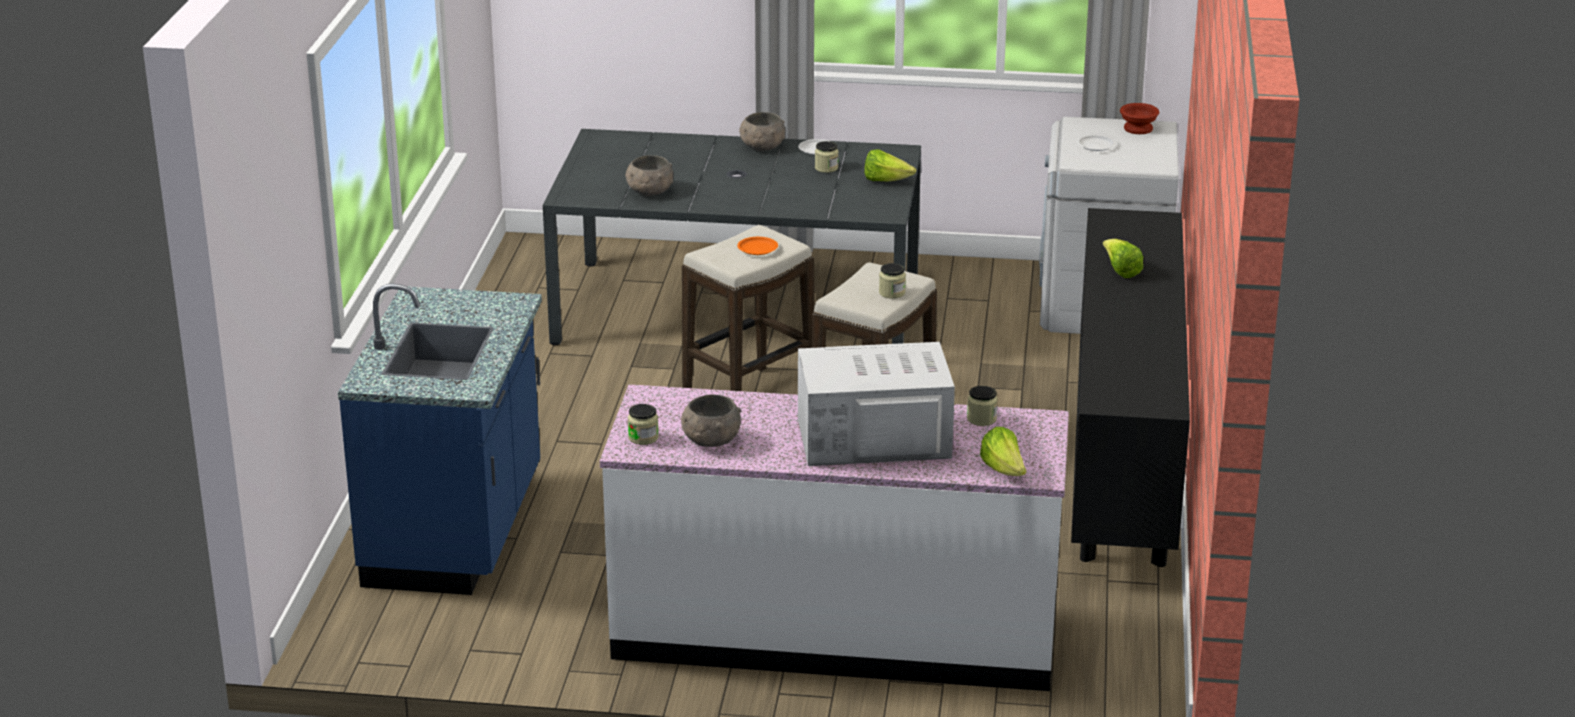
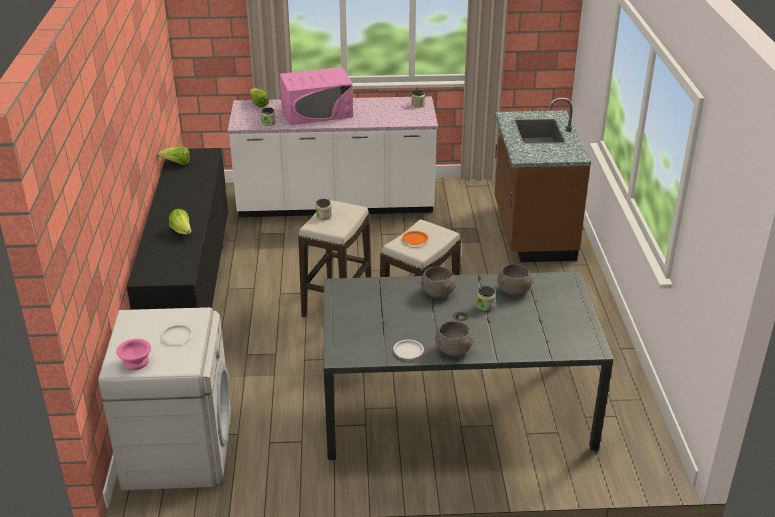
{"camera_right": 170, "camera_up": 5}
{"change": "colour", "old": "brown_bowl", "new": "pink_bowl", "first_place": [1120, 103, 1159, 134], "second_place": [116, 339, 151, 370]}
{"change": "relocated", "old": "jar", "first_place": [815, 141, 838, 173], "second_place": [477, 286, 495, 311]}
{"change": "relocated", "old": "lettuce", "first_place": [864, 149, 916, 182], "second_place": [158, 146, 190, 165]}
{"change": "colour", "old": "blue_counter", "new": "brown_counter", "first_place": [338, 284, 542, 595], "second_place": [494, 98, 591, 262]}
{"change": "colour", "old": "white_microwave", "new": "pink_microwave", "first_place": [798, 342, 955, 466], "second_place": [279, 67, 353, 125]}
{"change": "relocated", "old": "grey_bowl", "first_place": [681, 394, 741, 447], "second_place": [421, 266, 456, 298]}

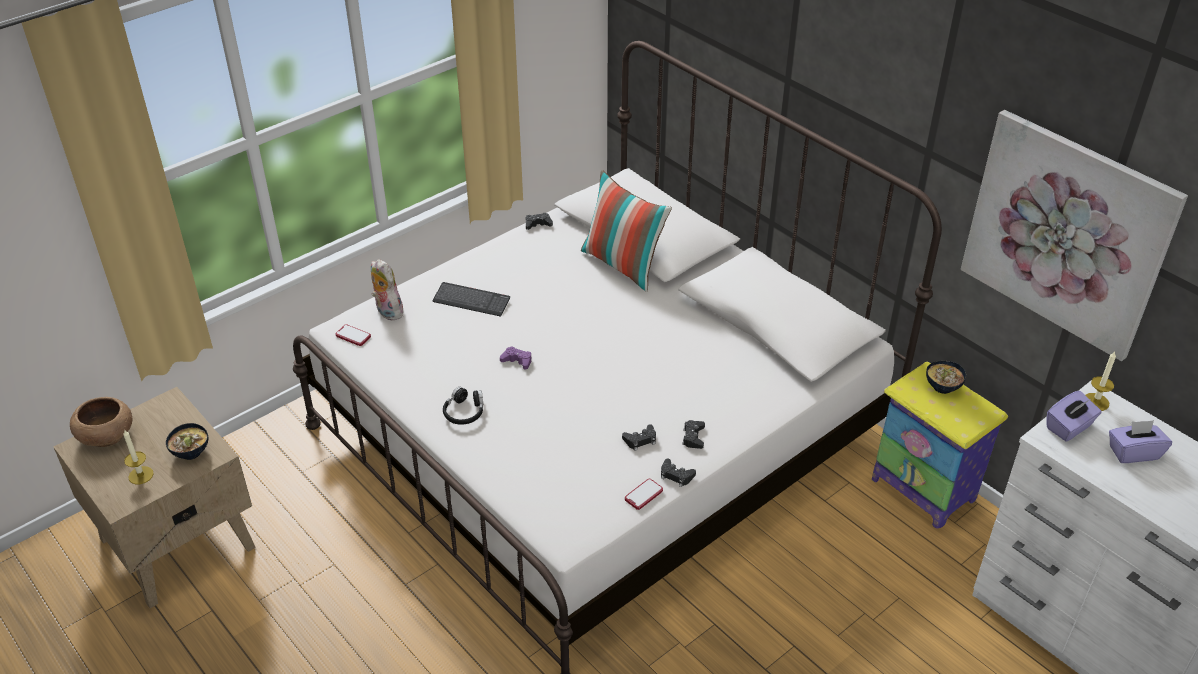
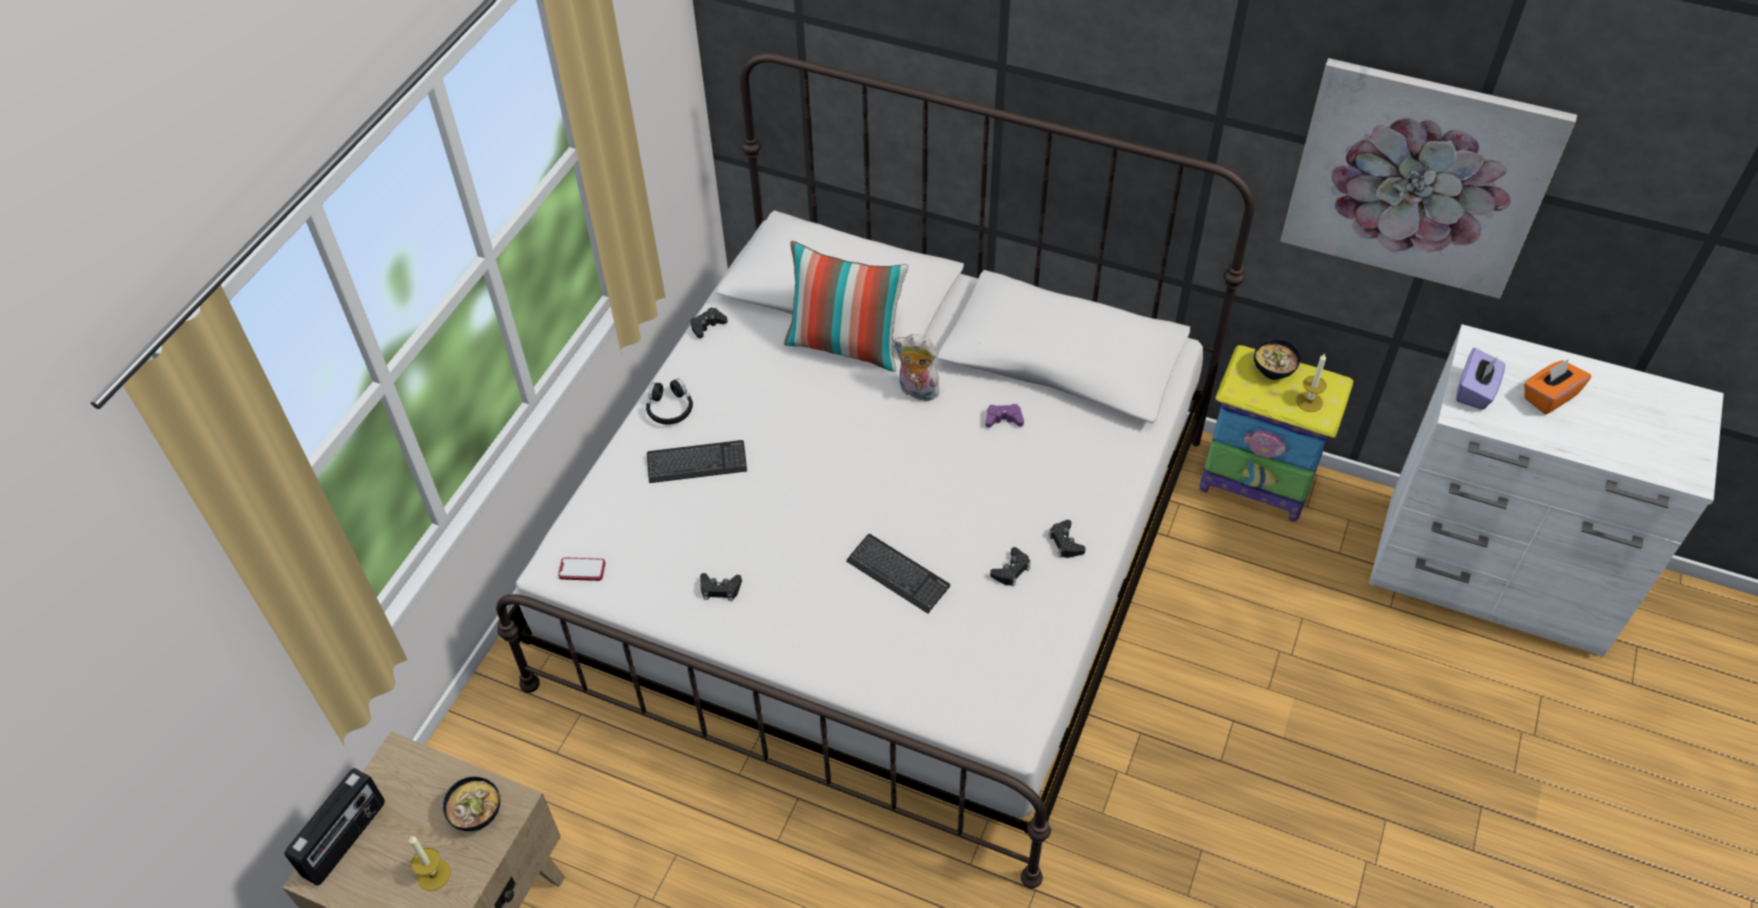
{"camera_right": -25, "camera_up": 10}
{"change": "relocated", "old": "plush_toy", "first_place": [371, 259, 403, 320], "second_place": [893, 334, 944, 401]}
{"change": "relocated", "old": "purple_game_controller", "first_place": [500, 346, 531, 369], "second_place": [985, 404, 1024, 428]}
{"change": "relocated", "old": "candle", "first_place": [1085, 352, 1116, 411], "second_place": [1296, 353, 1327, 412]}
{"change": "relocated", "old": "black_headphones", "first_place": [443, 386, 483, 425], "second_place": [646, 378, 693, 424]}
{"change": "exchanged", "old": "brown_bowl", "new": "radio", "first_place": [70, 397, 132, 447], "second_place": [285, 768, 385, 886]}
{"change": "colour", "old": "purple_tissue_box", "new": "orange_tissue_box", "first_place": [1109, 420, 1172, 463], "second_place": [1524, 359, 1591, 414]}
{"change": "relocated", "old": "black_game_controller", "first_place": [661, 458, 696, 487], "second_place": [700, 573, 742, 601]}
{"change": "missing", "old": "phone", "first_place": [625, 479, 663, 510]}
{"change": "appeared", "new": "keyboard", "second_place": [846, 534, 950, 614]}

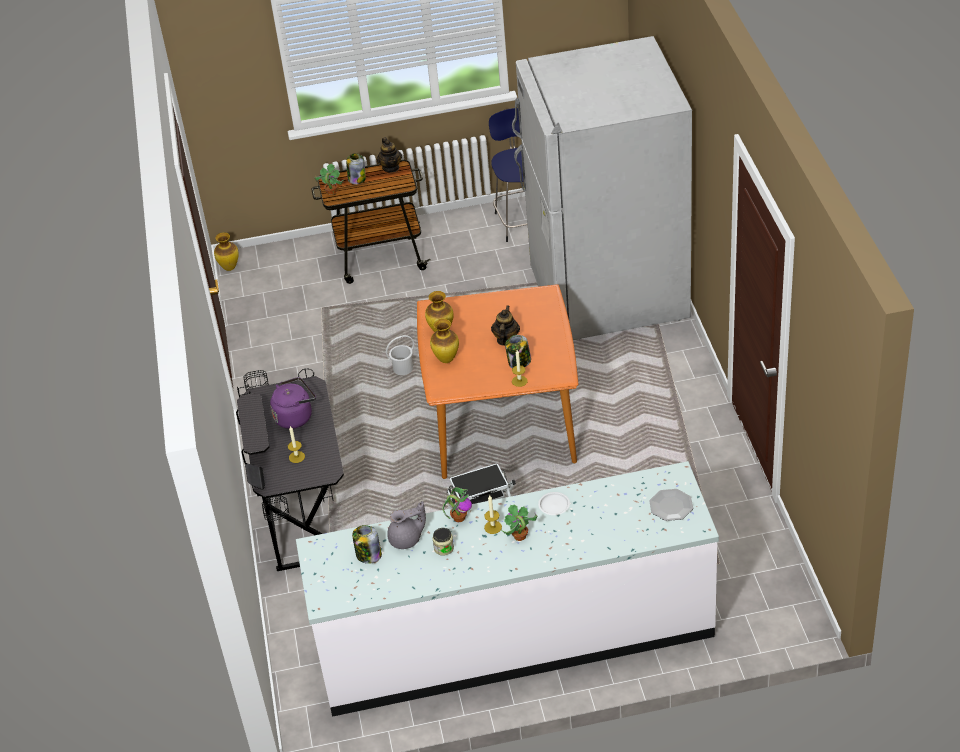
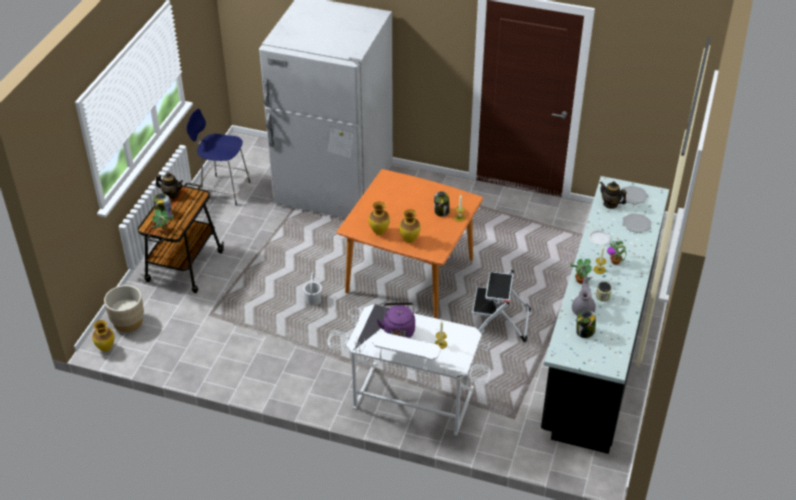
{"camera_right": -65, "camera_up": 0}
{"change": "relocated", "old": "teapot", "first_place": [491, 306, 520, 346], "second_place": [600, 181, 626, 209]}
{"change": "colour", "old": "black_desk", "new": "white_desk", "first_place": [236, 368, 344, 571], "second_place": [327, 304, 491, 436]}
{"change": "colour", "old": "white_counter", "new": "black_counter", "first_place": [296, 461, 719, 717], "second_place": [541, 176, 669, 454]}
{"change": "appeared", "new": "plate", "second_place": [623, 213, 651, 233]}
{"change": "appeared", "new": "beige_planter", "second_place": [104, 285, 144, 332]}

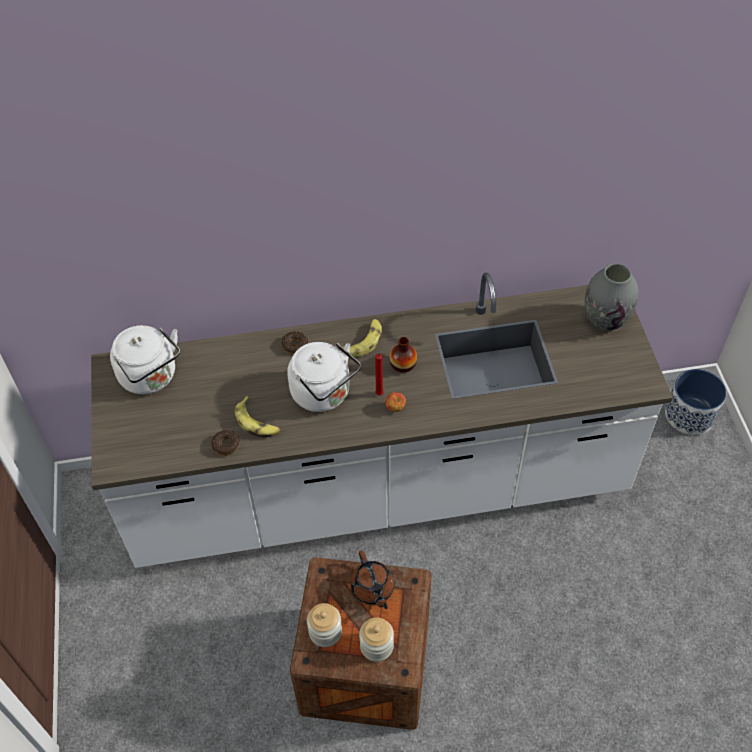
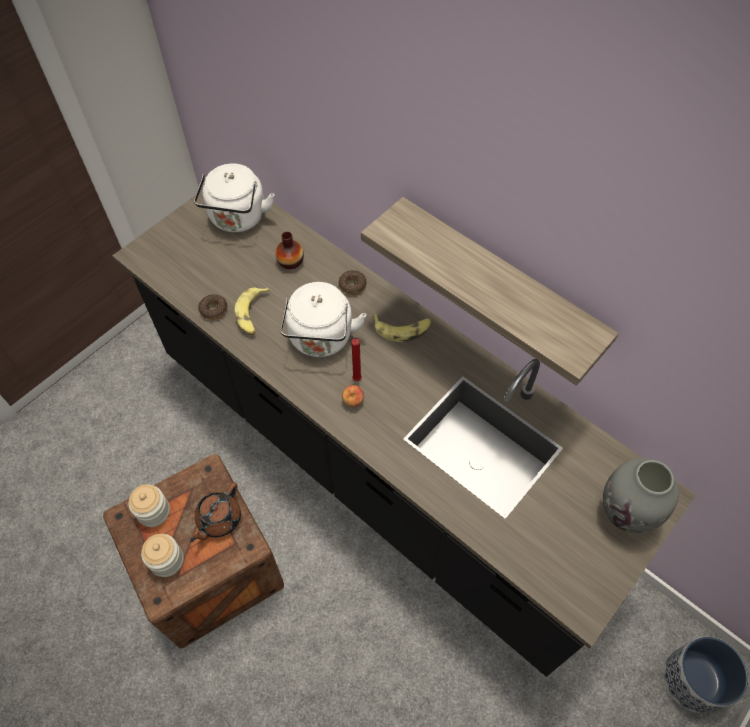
{"camera_right": 50, "camera_up": 5}
{"change": "colour", "old": "white_counter", "new": "black_counter", "first_place": [91, 273, 673, 568], "second_place": [112, 190, 696, 677]}
{"change": "relocated", "old": "vase", "first_place": [389, 337, 417, 373], "second_place": [275, 231, 304, 269]}
{"change": "appeared", "new": "shelf", "second_place": [361, 197, 619, 386]}

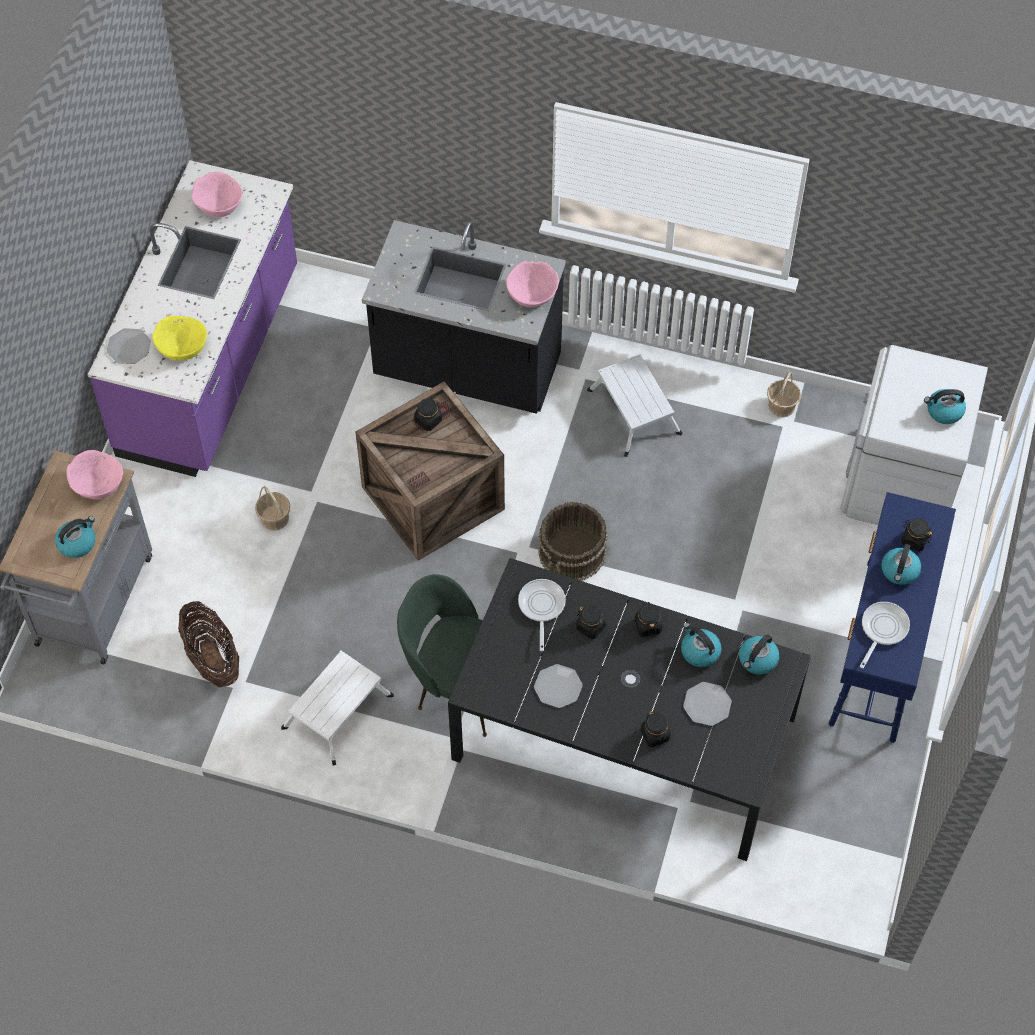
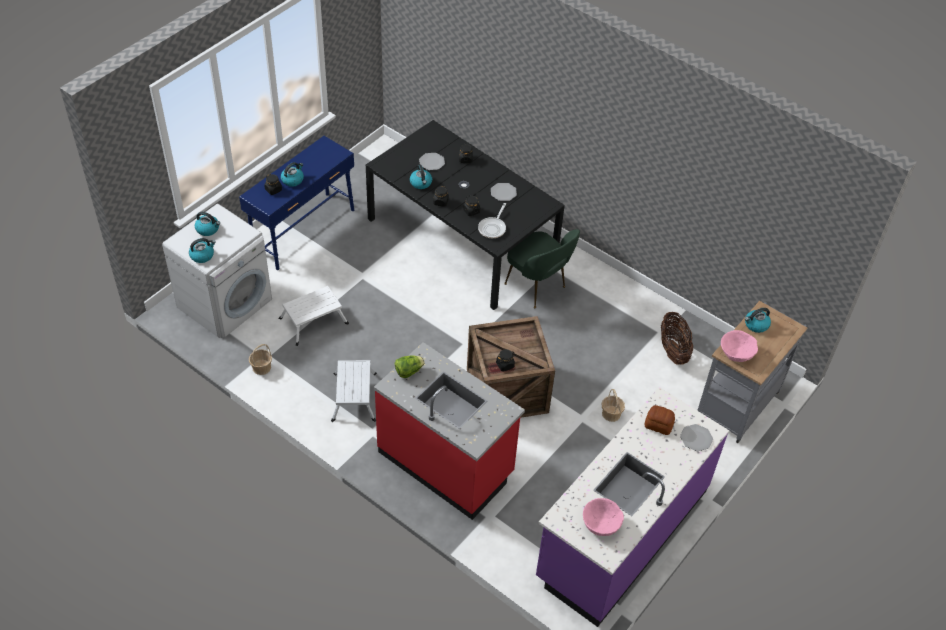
{"camera_right": -160, "camera_up": -10}
{"change": "colour", "old": "black_counter", "new": "red_counter", "first_place": [362, 220, 566, 414], "second_place": [374, 342, 525, 520]}
{"change": "exchanged", "old": "pink_bowl", "new": "lettuce", "first_place": [506, 261, 559, 307], "second_place": [395, 355, 425, 378]}
{"change": "exchanged", "old": "yellow_bowl", "new": "bread", "first_place": [152, 316, 207, 360], "second_place": [644, 405, 675, 435]}
{"change": "missing", "old": "brown_bucket", "first_place": [538, 501, 608, 580]}
{"change": "missing", "old": "frying_pan", "first_place": [860, 602, 910, 669]}
{"change": "relocated", "old": "kettle", "first_place": [739, 634, 779, 674], "second_place": [189, 238, 216, 263]}
{"change": "relocated", "old": "white_step_ladder", "first_place": [281, 650, 394, 765], "second_place": [279, 286, 349, 346]}

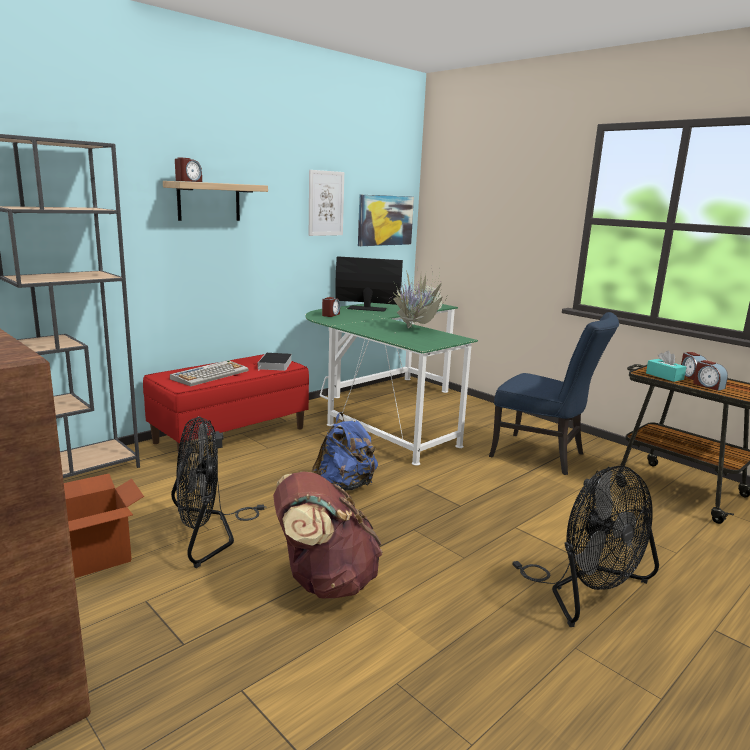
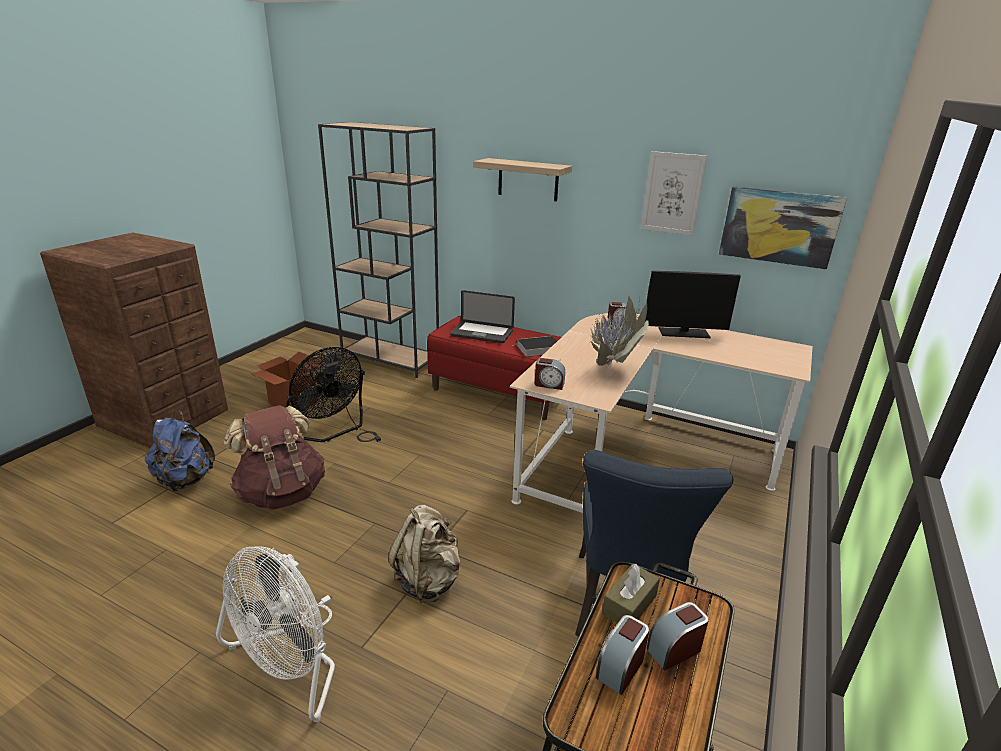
{"camera_right": 70, "camera_up": 10}
{"change": "relocated", "old": "alarm_clock", "first_place": [175, 158, 202, 182], "second_place": [535, 358, 565, 390]}
{"change": "spun", "old": "monitor", "first_place": [335, 256, 403, 312], "second_place": [645, 271, 741, 338], "degrees": 105}
{"change": "colour", "old": "green_desk", "new": "beige_desk", "first_place": [305, 303, 478, 466], "second_place": [510, 313, 813, 513]}
{"change": "colour", "old": "turquoise_tissue_box", "new": "brown_tissue_box", "first_place": [646, 351, 686, 382], "second_place": [602, 564, 660, 623]}
{"change": "exchanged", "old": "keyboard", "new": "laptop", "first_place": [170, 360, 249, 386], "second_place": [450, 290, 515, 343]}
{"change": "relocated", "old": "blue_backpack", "first_place": [312, 412, 378, 491], "second_place": [145, 411, 215, 491]}
{"change": "colour", "old": "black_fan", "new": "white_fan", "first_place": [513, 466, 659, 627], "second_place": [216, 546, 335, 722]}
{"change": "appeared", "new": "beige_backpack", "second_place": [388, 505, 460, 603]}

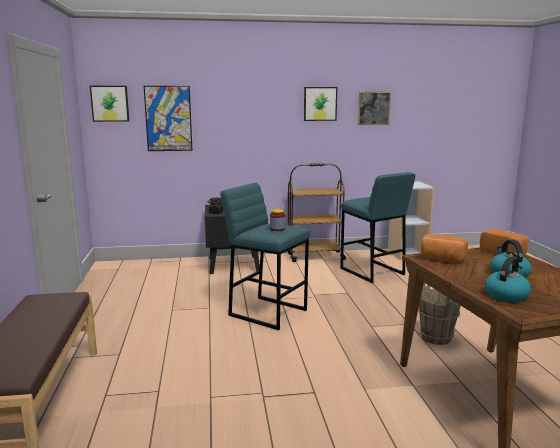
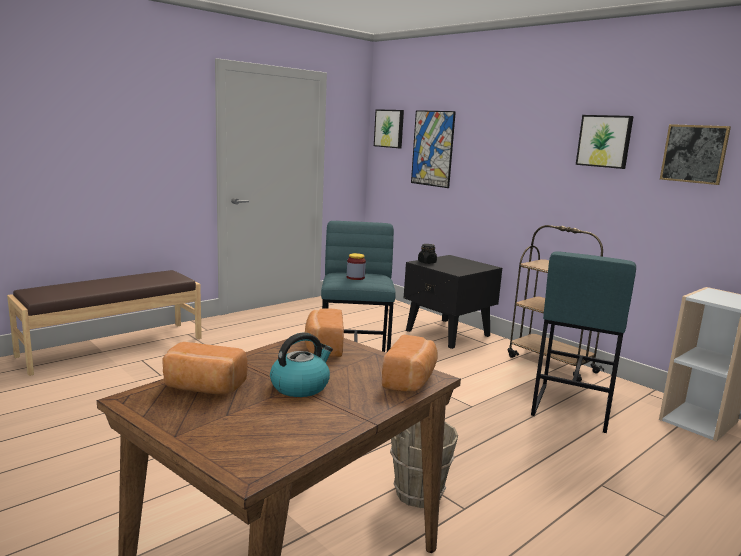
{"camera_right": 55, "camera_up": 0}
{"change": "exchanged", "old": "kettle", "new": "bread", "first_place": [485, 257, 531, 302], "second_place": [163, 342, 248, 395]}

